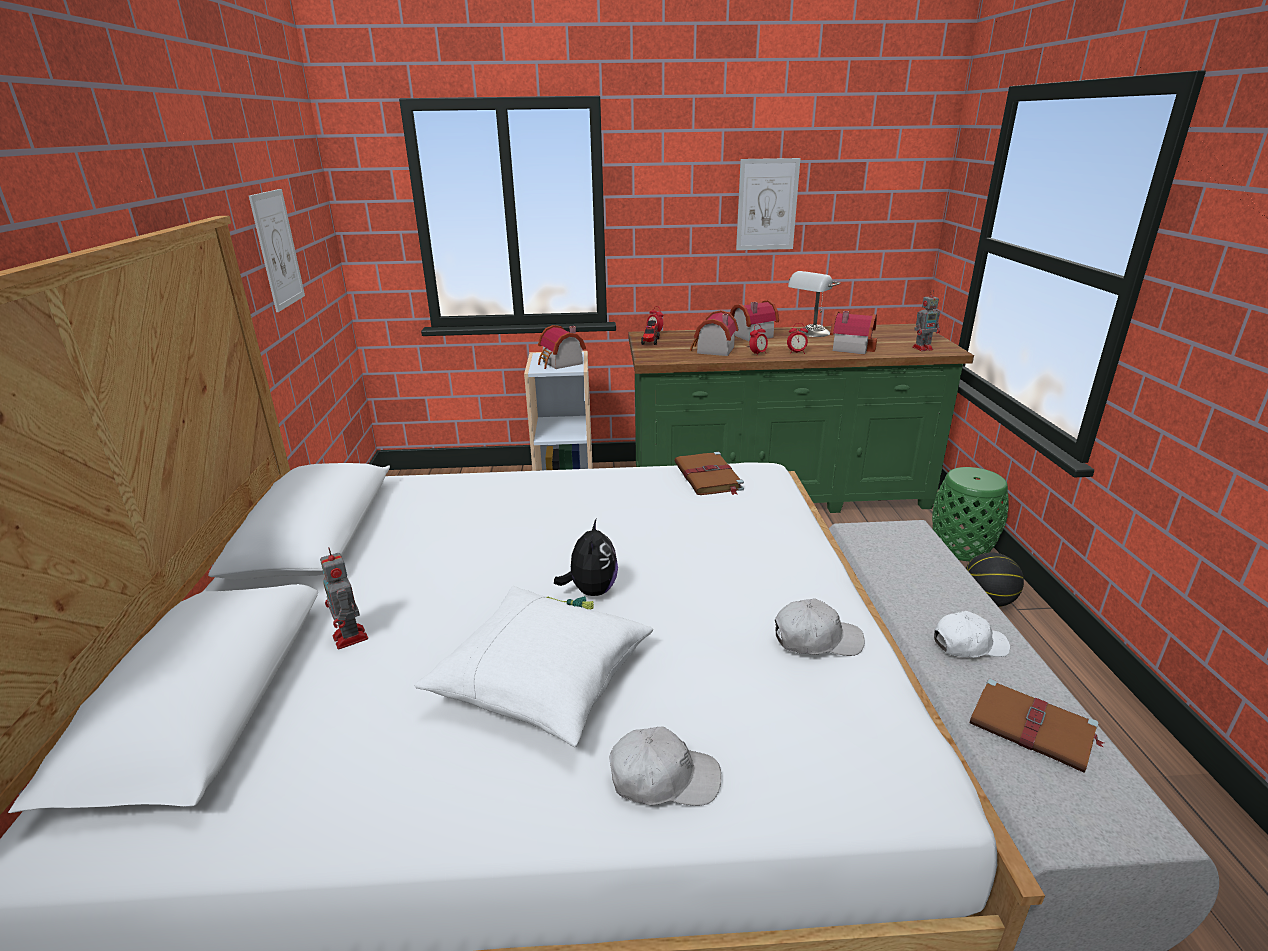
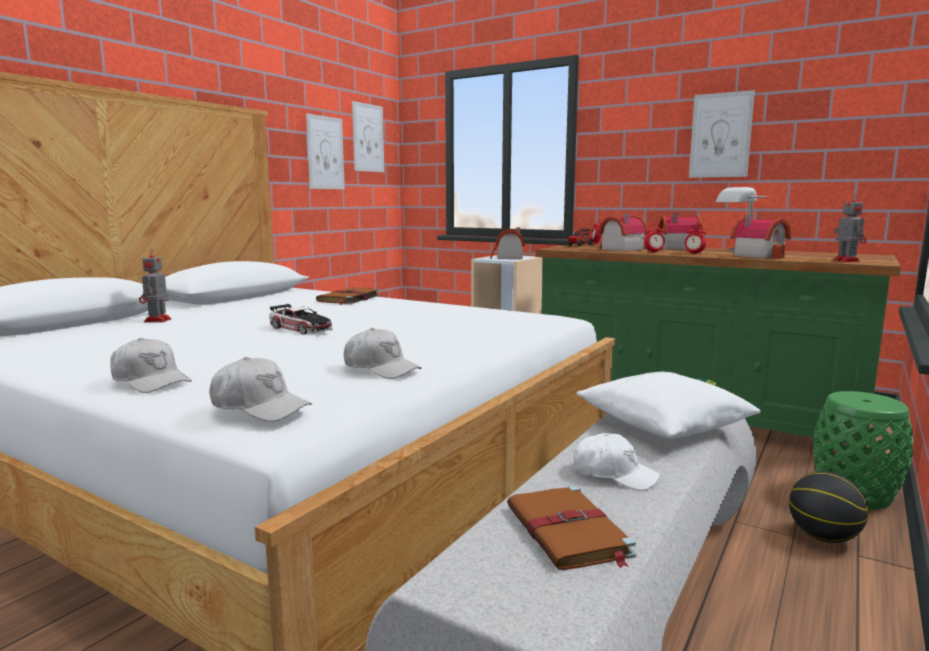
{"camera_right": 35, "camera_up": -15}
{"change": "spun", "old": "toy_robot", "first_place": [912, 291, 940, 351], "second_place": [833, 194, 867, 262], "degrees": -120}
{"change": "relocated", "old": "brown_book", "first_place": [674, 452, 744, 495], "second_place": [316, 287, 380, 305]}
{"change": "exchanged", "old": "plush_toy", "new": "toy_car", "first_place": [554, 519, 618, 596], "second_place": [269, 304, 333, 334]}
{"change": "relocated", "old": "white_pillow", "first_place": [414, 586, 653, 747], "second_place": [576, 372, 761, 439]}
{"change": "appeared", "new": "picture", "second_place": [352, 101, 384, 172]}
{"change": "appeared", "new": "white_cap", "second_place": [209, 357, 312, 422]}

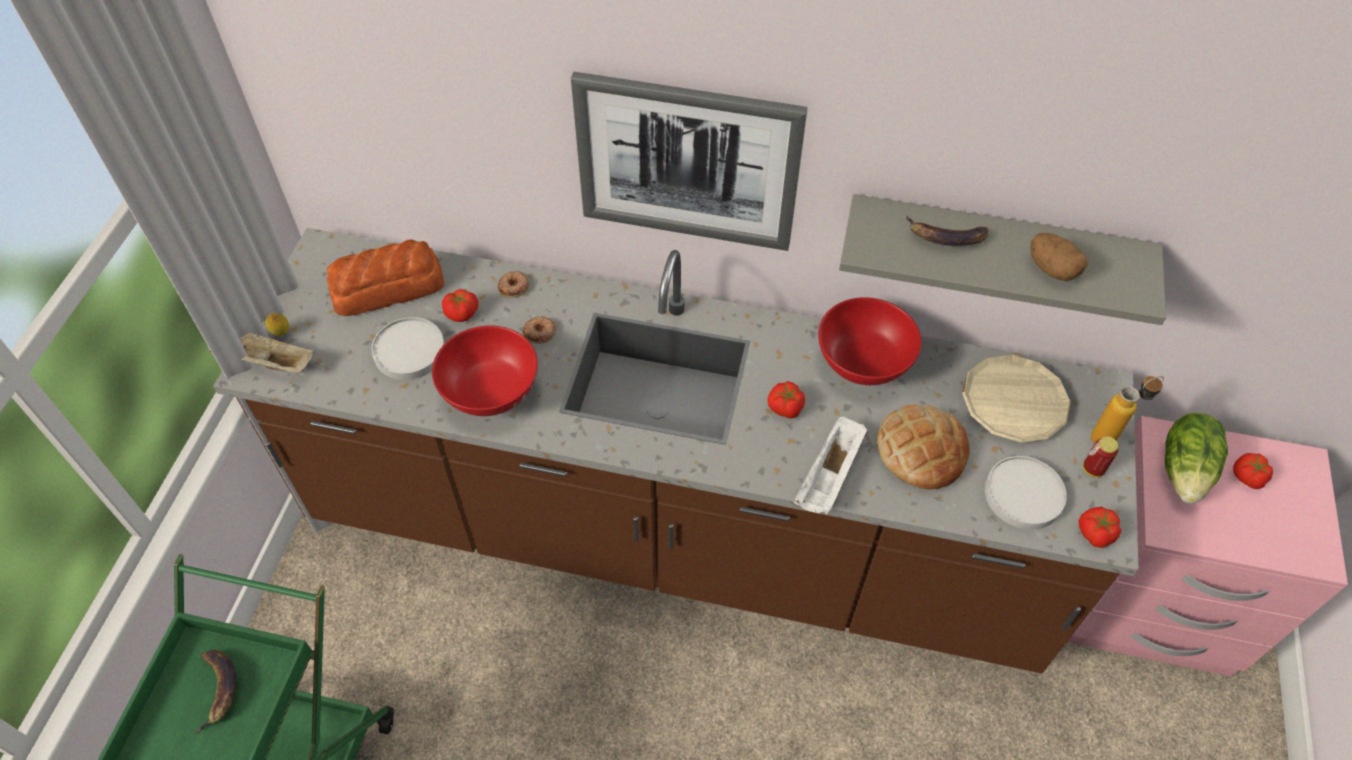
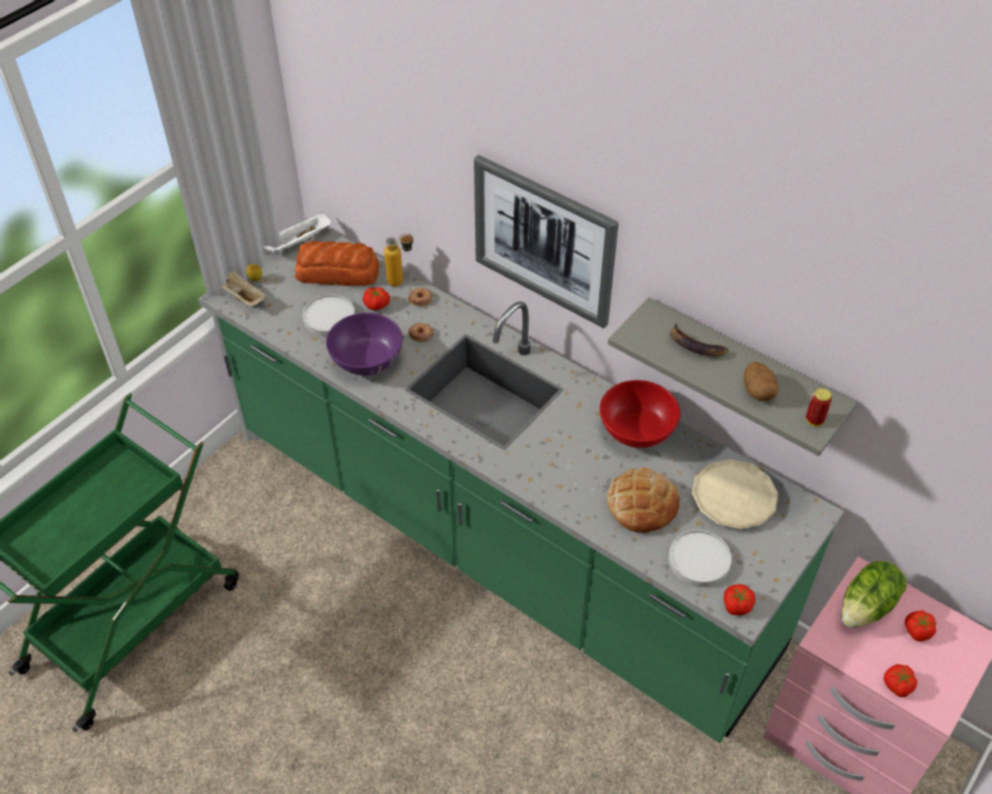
{"camera_right": 25, "camera_up": -5}
{"change": "colour", "old": "brown_counter", "new": "green_counter", "first_place": [213, 228, 1139, 674], "second_place": [199, 217, 844, 743]}
{"change": "colour", "old": "red_bowl", "new": "purple_bowl", "first_place": [432, 325, 538, 416], "second_place": [326, 313, 403, 376]}
{"change": "relocated", "old": "bottle", "first_place": [1091, 376, 1164, 444], "second_place": [384, 233, 414, 286]}
{"change": "relocated", "old": "tomato", "first_place": [767, 381, 805, 418], "second_place": [884, 664, 917, 697]}
{"change": "relocated", "old": "white_tray", "first_place": [793, 415, 867, 515], "second_place": [263, 212, 331, 253]}
{"change": "relocated", "old": "can", "first_place": [1083, 436, 1118, 477], "second_place": [806, 388, 832, 426]}
{"change": "missing", "old": "banana", "first_place": [195, 650, 236, 734]}

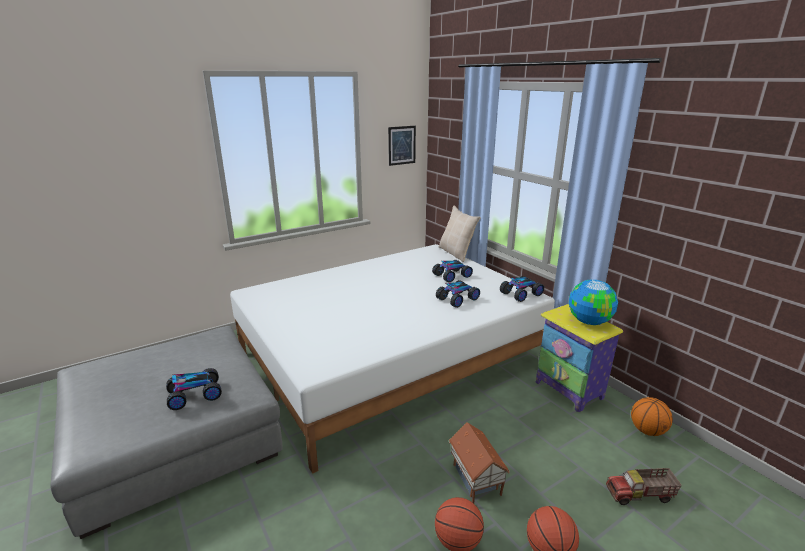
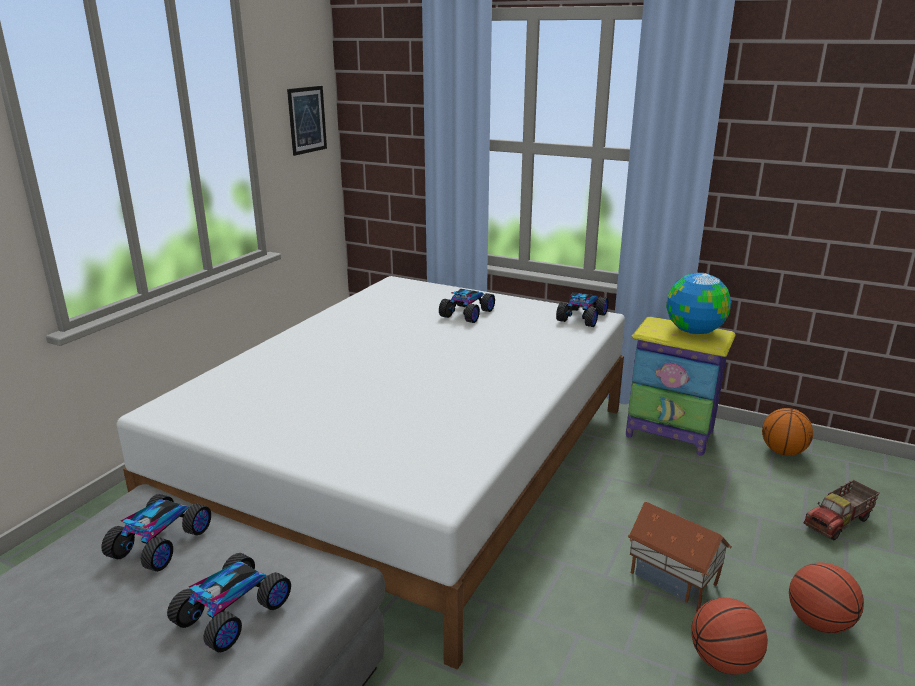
{"camera_right": -30, "camera_up": 0}
{"change": "missing", "old": "beige_pillow", "first_place": [438, 205, 481, 262]}
{"change": "relocated", "old": "toy_car", "first_place": [436, 280, 480, 308], "second_place": [102, 494, 211, 572]}

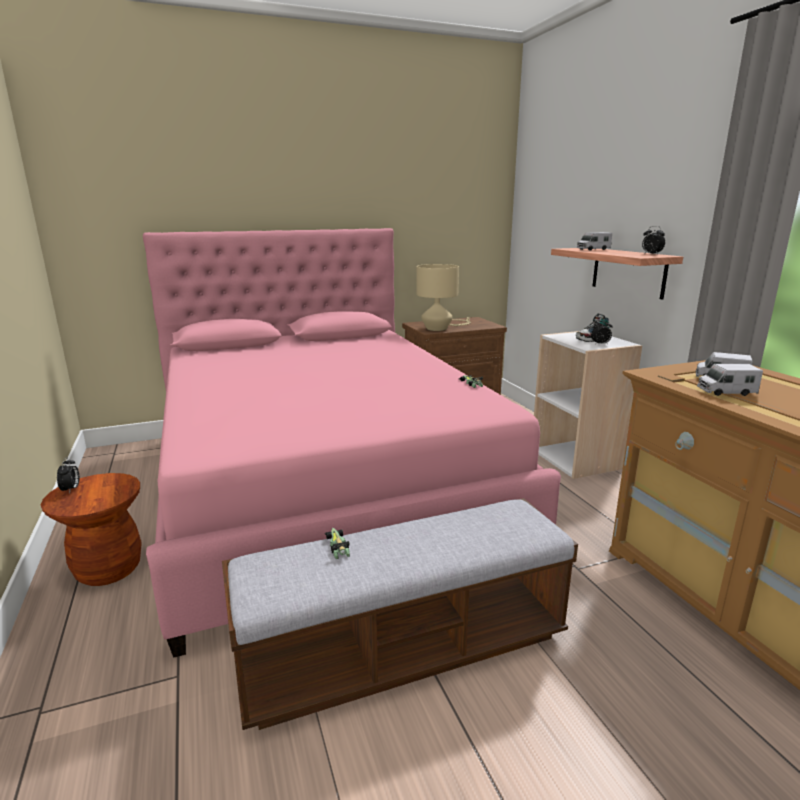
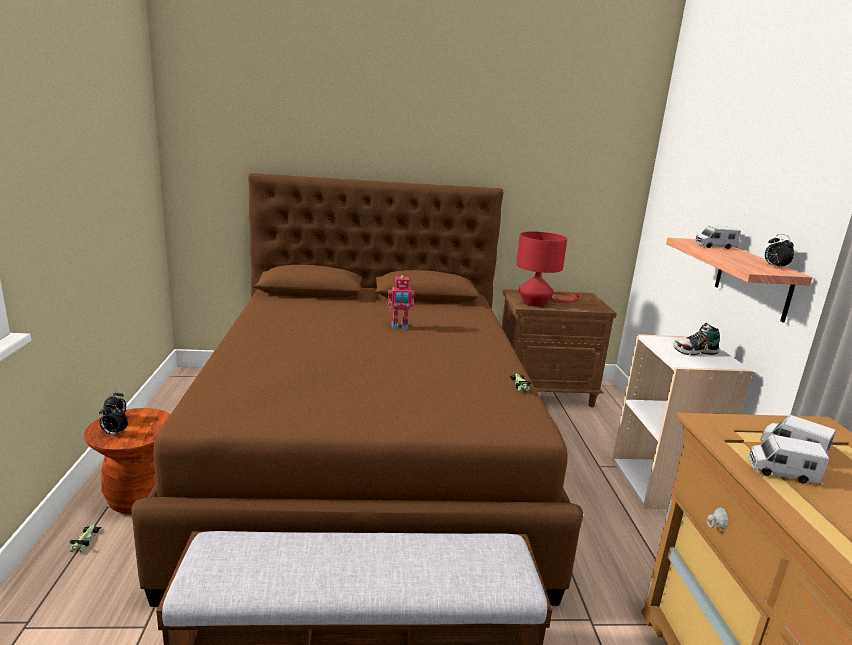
{"camera_right": 15, "camera_up": 0}
{"change": "colour", "old": "pink_bed", "new": "brown_bed", "first_place": [143, 228, 561, 658], "second_place": [131, 173, 583, 607]}
{"change": "colour", "old": "beige_table_lamp", "new": "red_table_lamp", "first_place": [416, 264, 471, 331], "second_place": [516, 231, 580, 307]}
{"change": "relocated", "old": "alarm_clock", "first_place": [591, 319, 613, 345], "second_place": [99, 404, 128, 434]}
{"change": "relocated", "old": "toy_car", "first_place": [325, 528, 350, 559], "second_place": [69, 524, 101, 552]}
{"change": "appeared", "new": "toy_robot", "second_place": [388, 275, 415, 329]}

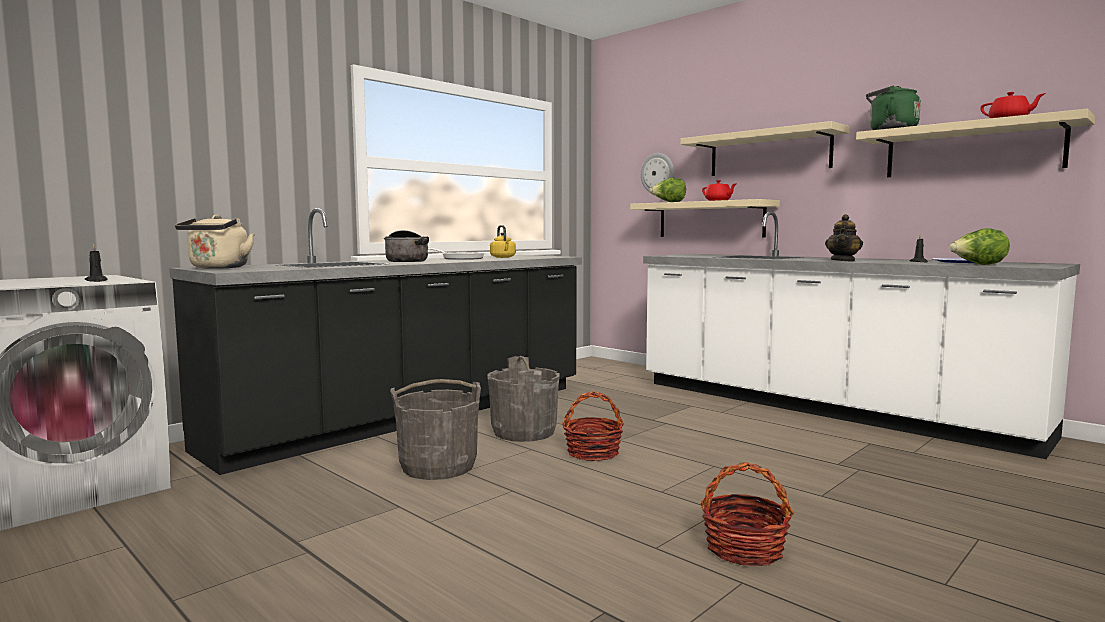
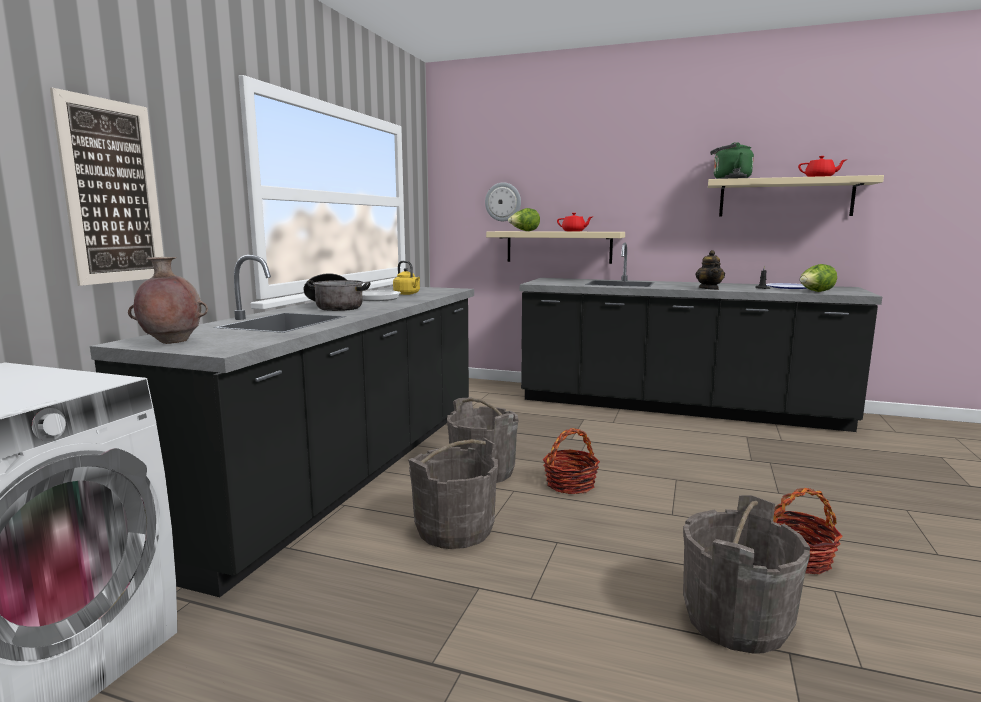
{"camera_right": -25, "camera_up": 5}
{"change": "missing", "old": "beige_shelf", "first_place": [680, 121, 849, 176]}
{"change": "colour", "old": "white_counter", "new": "black_counter", "first_place": [643, 212, 1080, 459], "second_place": [520, 243, 882, 432]}
{"change": "exchanged", "old": "beige_kettle", "new": "brown_vase", "first_place": [175, 215, 255, 269], "second_place": [128, 257, 208, 344]}
{"change": "missing", "old": "black_candle", "first_place": [85, 243, 108, 282]}
{"change": "appeared", "new": "picture", "second_place": [50, 88, 164, 286]}
{"change": "appeared", "new": "grey_bucket", "second_place": [683, 495, 810, 654]}

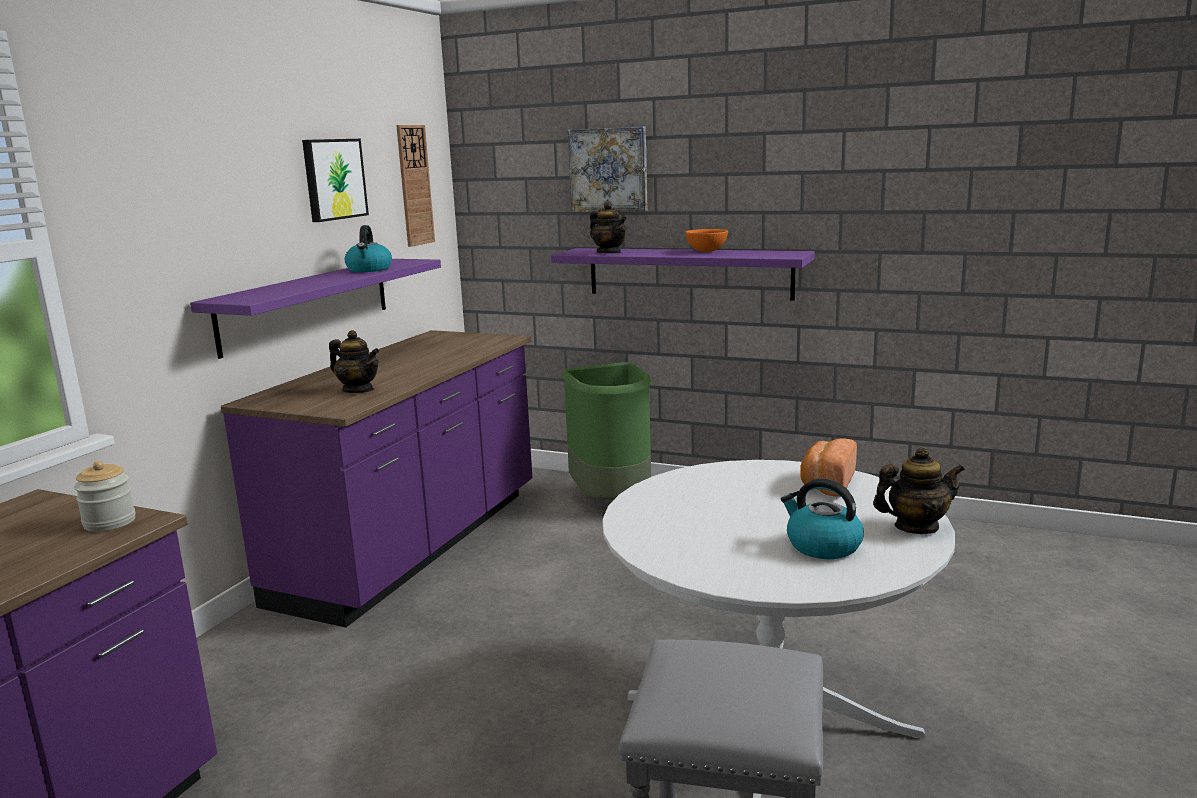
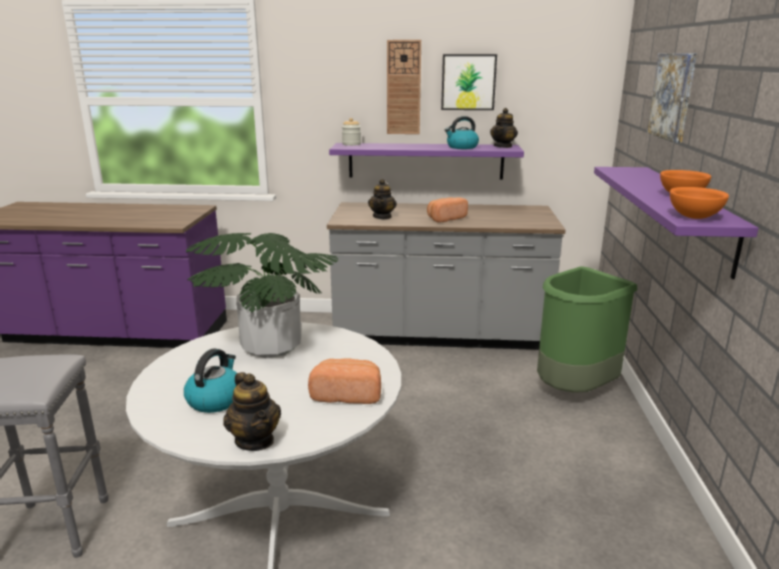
{"camera_right": 70, "camera_up": 5}
{"change": "relocated", "old": "wall_clock", "first_place": [396, 125, 435, 247], "second_place": [387, 40, 421, 134]}
{"change": "relocated", "old": "teapot", "first_place": [590, 202, 627, 253], "second_place": [490, 108, 518, 148]}
{"change": "colour", "old": "purple_counter", "new": "grey_counter", "first_place": [221, 330, 532, 627], "second_place": [327, 202, 566, 350]}
{"change": "relocated", "old": "jar", "first_place": [74, 461, 136, 532], "second_place": [342, 118, 361, 146]}
{"change": "appeared", "new": "orange_bowl", "second_place": [670, 187, 729, 219]}
{"change": "appeared", "new": "bread", "second_place": [427, 197, 468, 223]}
{"change": "appeared", "new": "potted_plant", "second_place": [186, 233, 338, 358]}

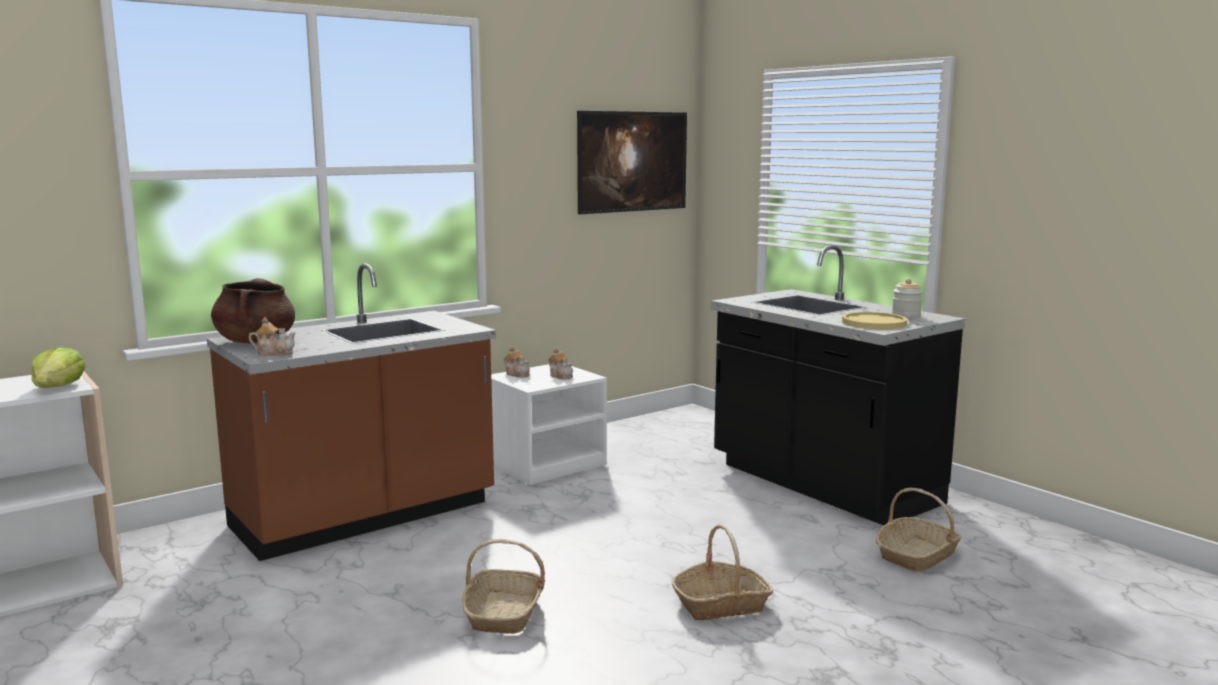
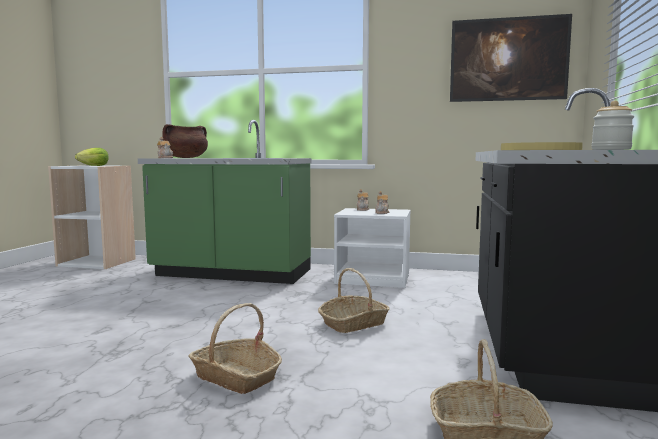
{"camera_right": 50, "camera_up": -5}
{"change": "colour", "old": "brown_counter", "new": "green_counter", "first_place": [207, 263, 496, 561], "second_place": [138, 120, 312, 284]}
{"change": "relocated", "old": "basket", "first_place": [462, 539, 545, 634], "second_place": [318, 268, 390, 333]}

